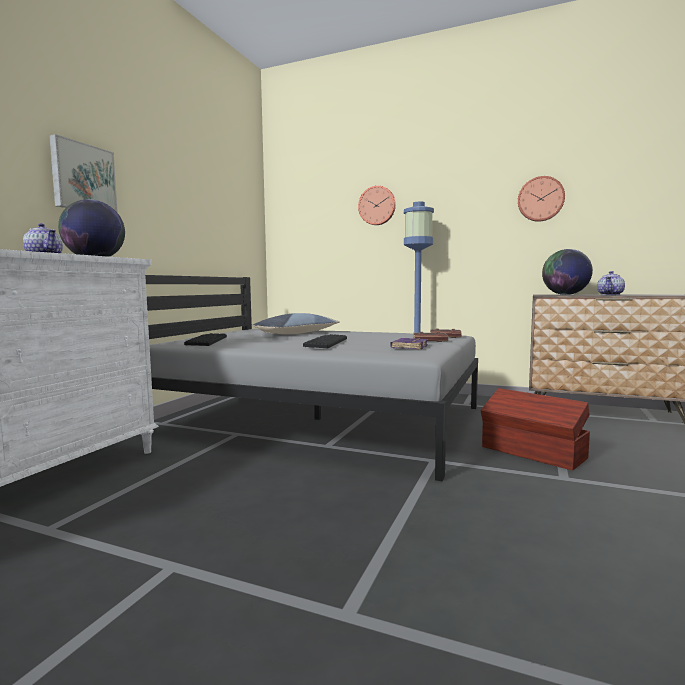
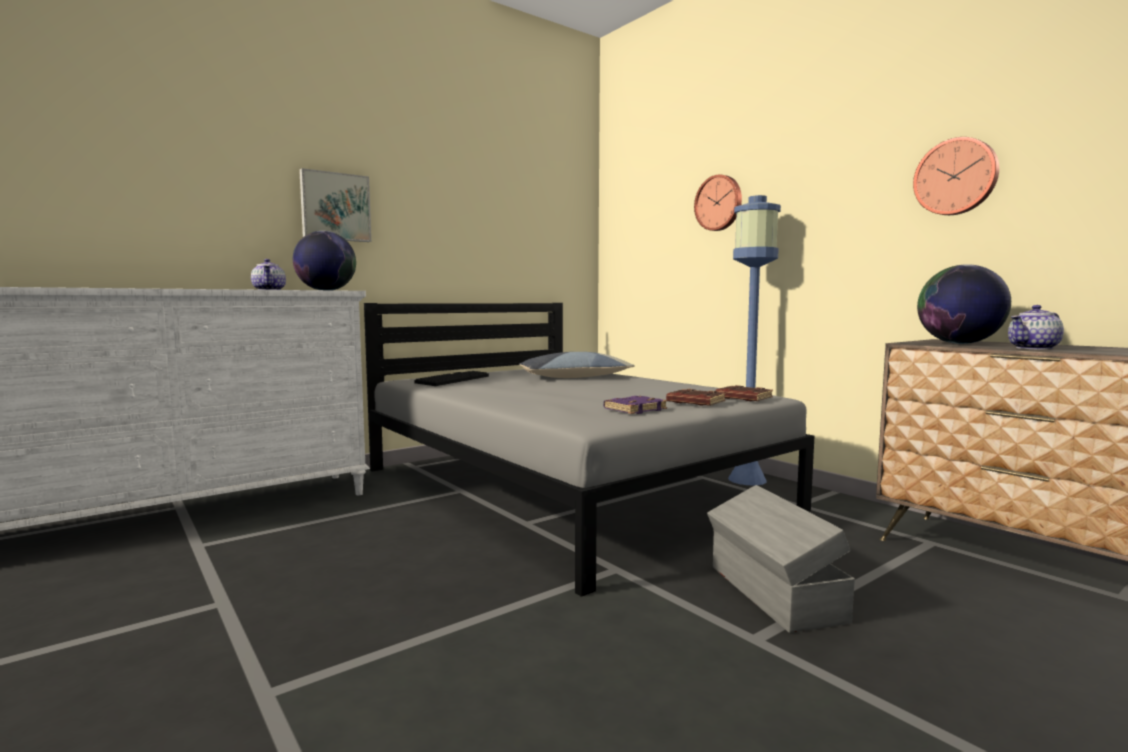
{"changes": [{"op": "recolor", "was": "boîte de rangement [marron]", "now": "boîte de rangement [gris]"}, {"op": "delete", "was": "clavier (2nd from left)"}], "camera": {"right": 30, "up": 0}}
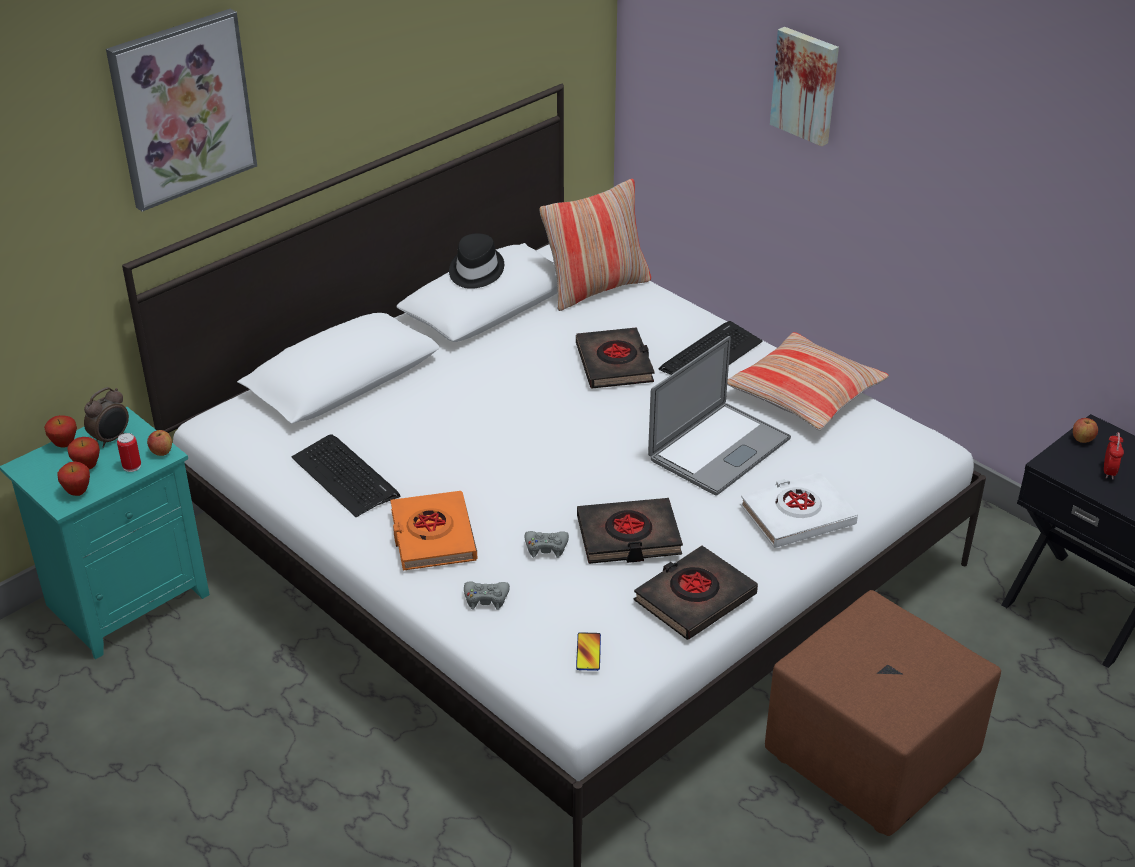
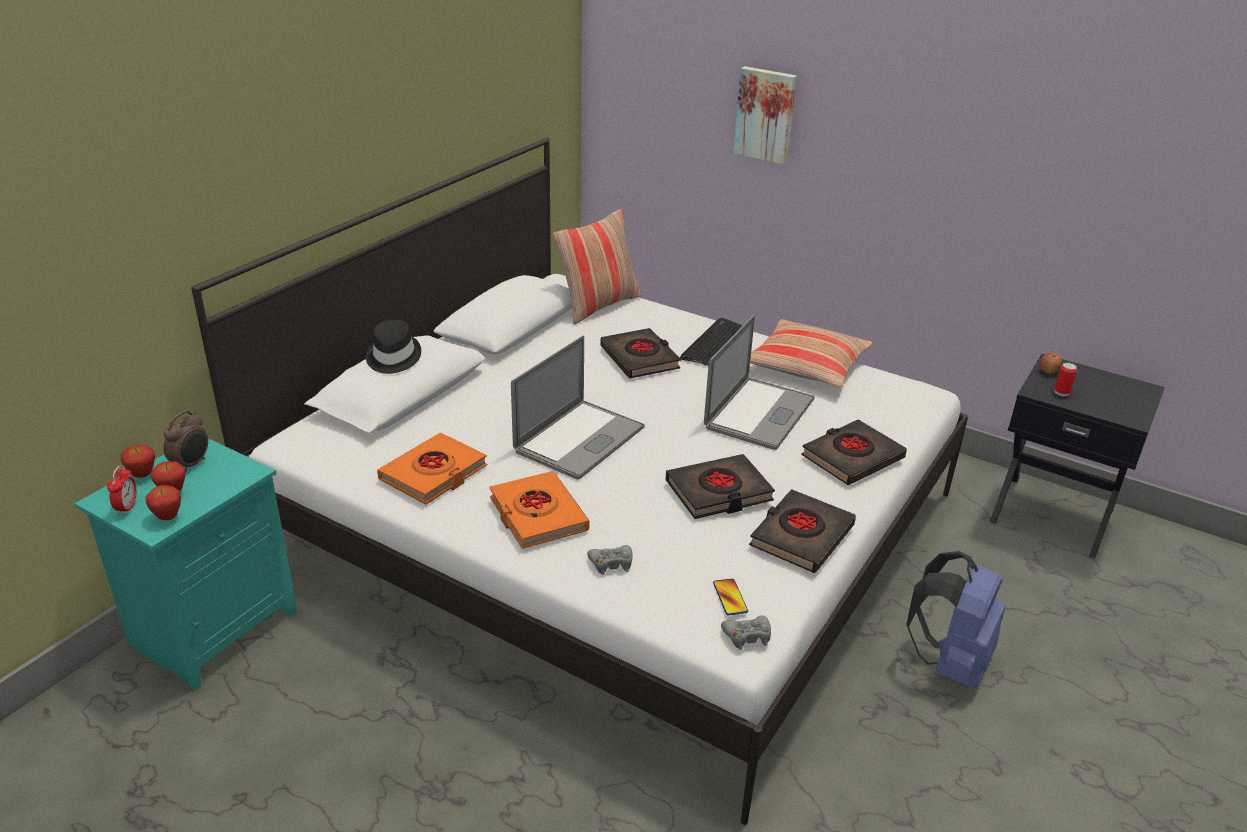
{"changes": [{"op": "move", "was": "réveil (2nd from left in the first image)", "now": "réveil (1st from left)"}, {"op": "move", "was": "chapeau [noir]"}, {"op": "replace", "was": "clavier (1st from left)", "now": "livre [orange] (1st from left)"}, {"op": "insert", "now": "ordinateur portable (1st from left)"}, {"op": "move", "was": "manette [gris] (2nd from left)"}, {"op": "recolor", "was": "livre [blanc]", "now": "livre [noir] (4th from left)"}, {"op": "replace", "was": "pouf [marron]", "now": "sac à dos [bleu]"}, {"op": "move", "was": "boîte métallique"}, {"op": "delete", "was": "tableau (1st from left)"}, {"op": "delete", "was": "pomme (4th from left)"}], "camera": {"right": -15, "up": -5}}
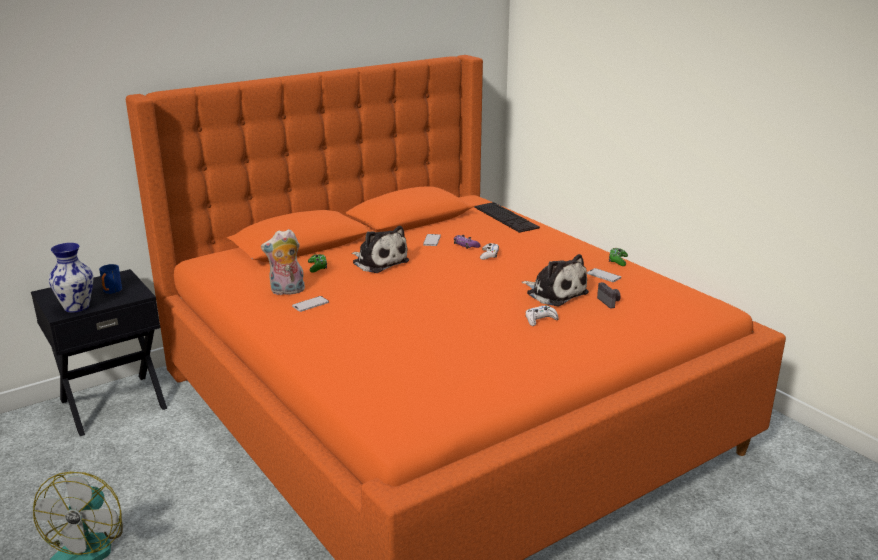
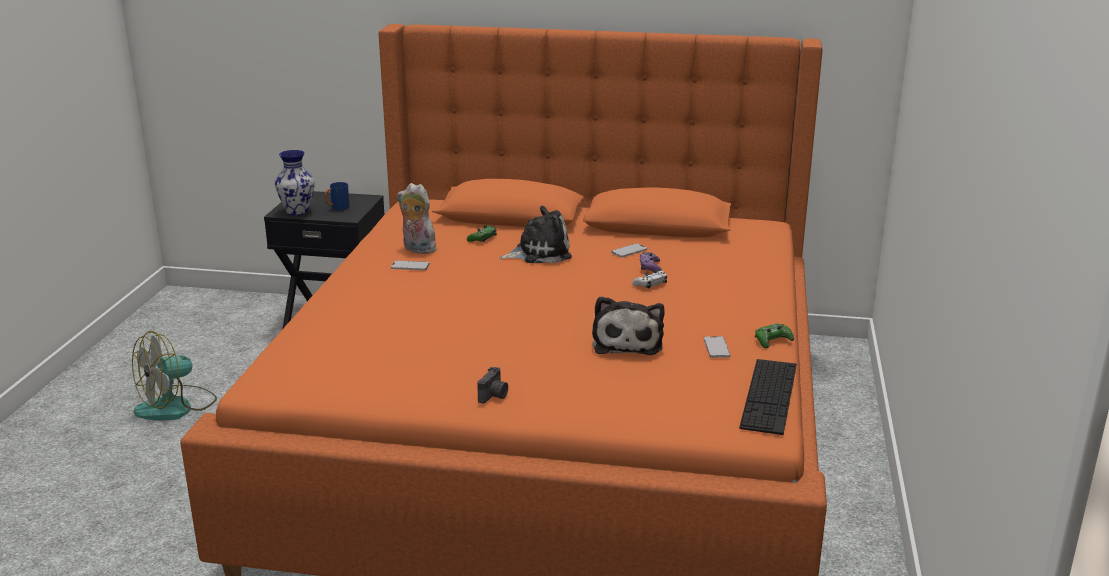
{"changes": [{"op": "move", "was": "appareil photo"}, {"op": "rotate", "was": "peluche (2nd from left)", "clockwise": -105}, {"op": "move", "was": "clavier"}, {"op": "delete", "was": "manette [blanc] (2nd from left)"}], "camera": {"right": 45, "up": 0}}
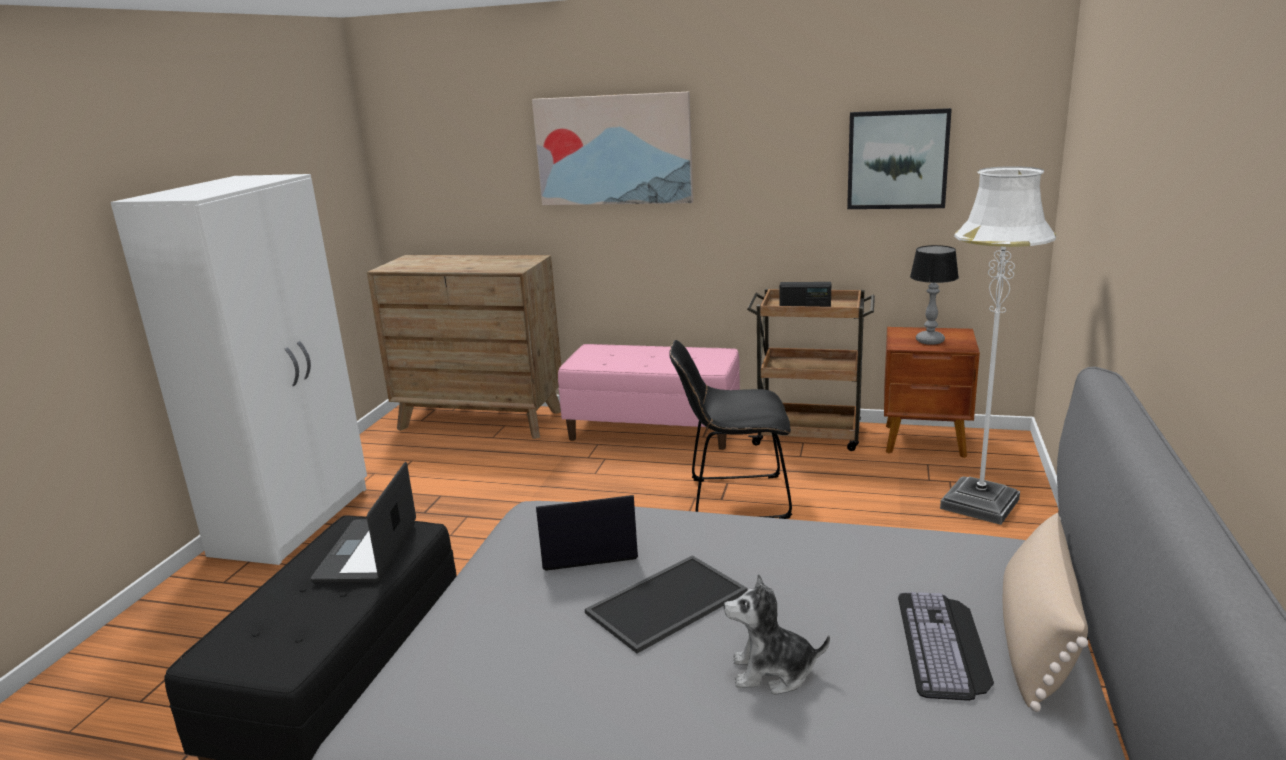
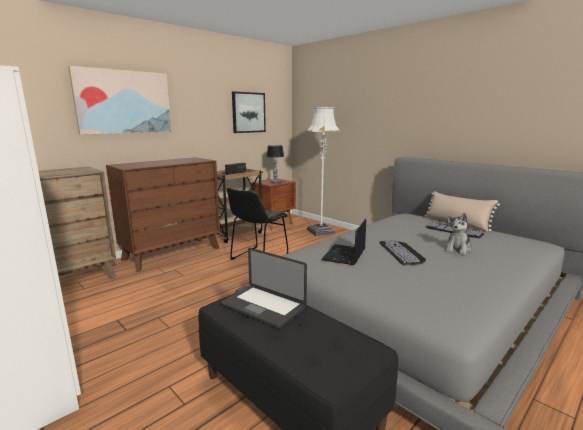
{"changes": [{"op": "replace", "was": "banc [rose]", "now": "commode [marron] (2nd from left)"}, {"op": "replace", "was": "plateau", "now": "clavier (1st from left)"}], "camera": {"right": -60, "up": -5}}
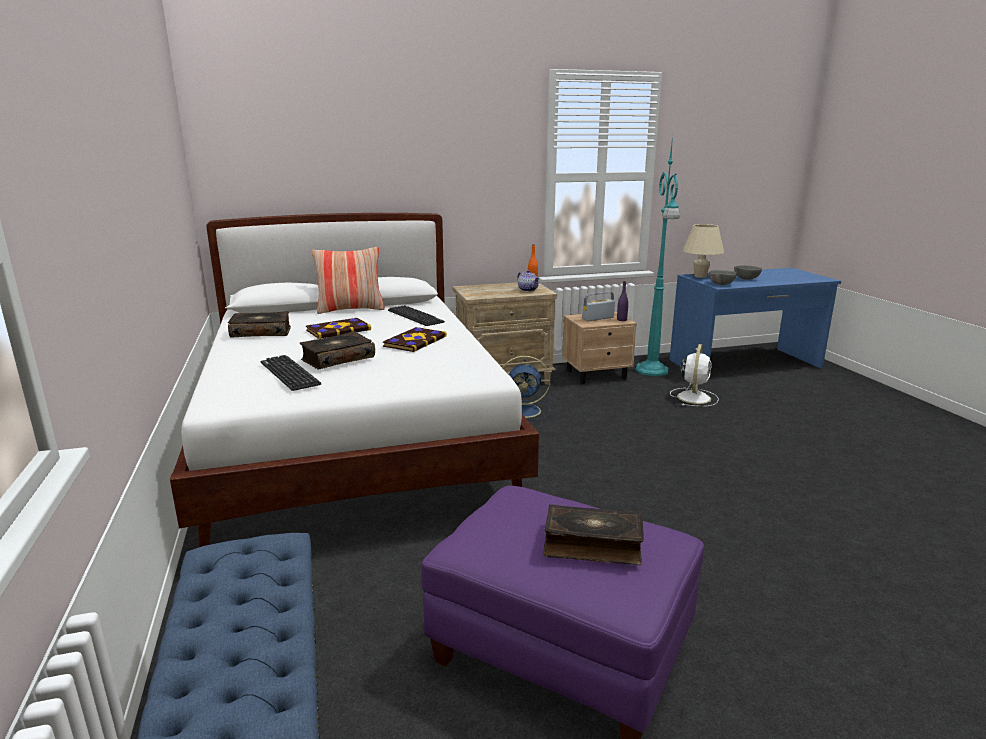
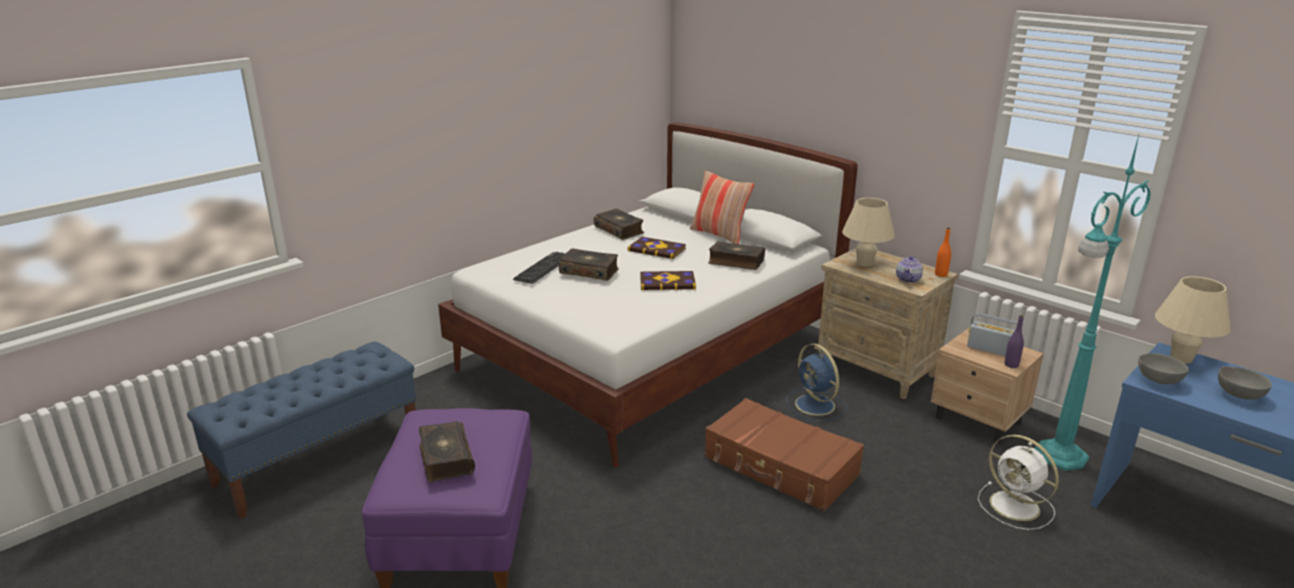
{"changes": [{"op": "insert", "now": "valise [marron]"}, {"op": "replace", "was": "clavier (2nd from left)", "now": "livre (6th from left)"}, {"op": "insert", "now": "lampe de table [beige] (1st from left)"}, {"op": "rotate", "was": "ventilateur [blanc]", "clockwise": 60}], "camera": {"right": 60, "up": 5}}
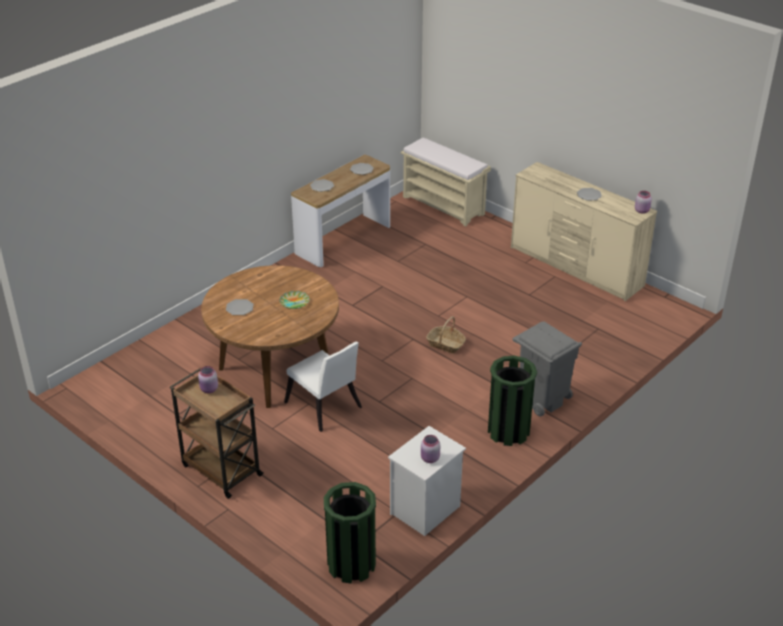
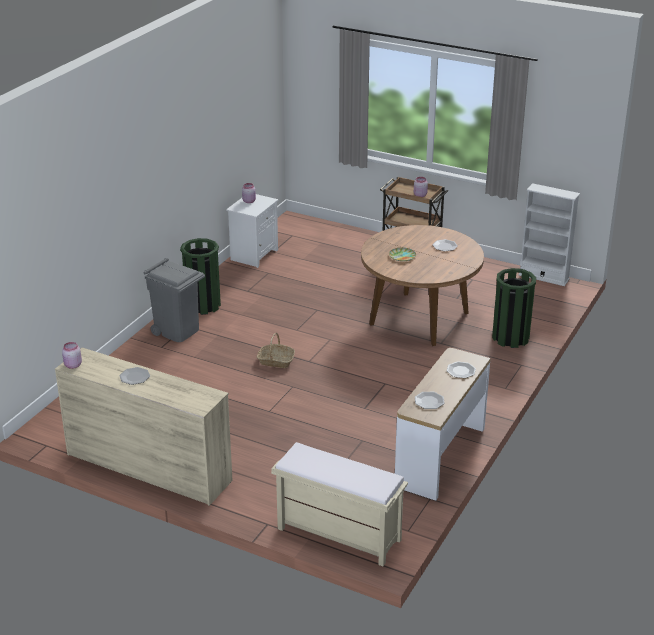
{"changes": [{"op": "move", "was": "poubelle [vert] (1st from left in the first image)", "now": "poubelle [vert] (2nd from left)"}, {"op": "insert", "now": "bibliothèque [blanc]"}, {"op": "delete", "was": "chaise [blanc]"}], "camera": {"right": 165, "up": -5}}
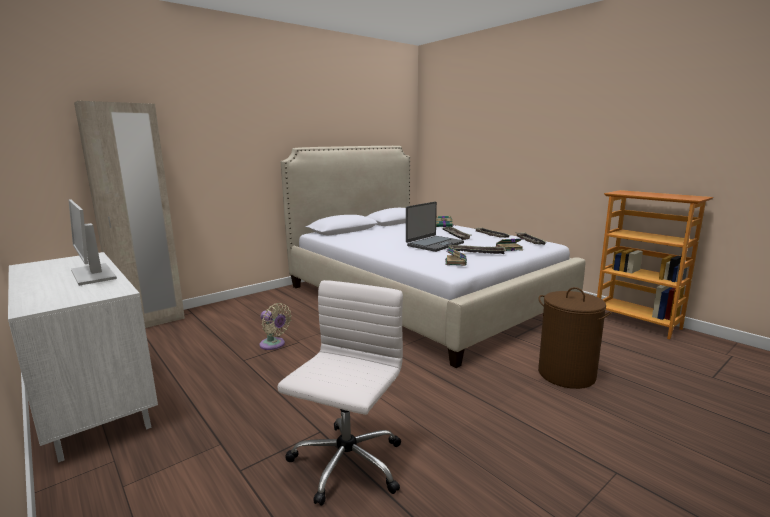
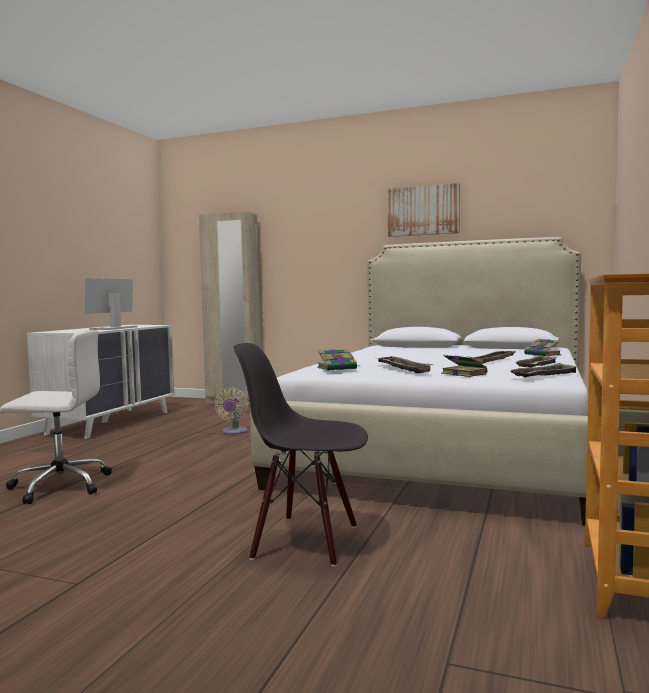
{"changes": [{"op": "replace", "was": "panier à linge [marron]", "now": "chaise [noir]"}, {"op": "insert", "now": "tableau"}, {"op": "delete", "was": "ordinateur portable"}], "camera": {"right": 60, "up": -10}}
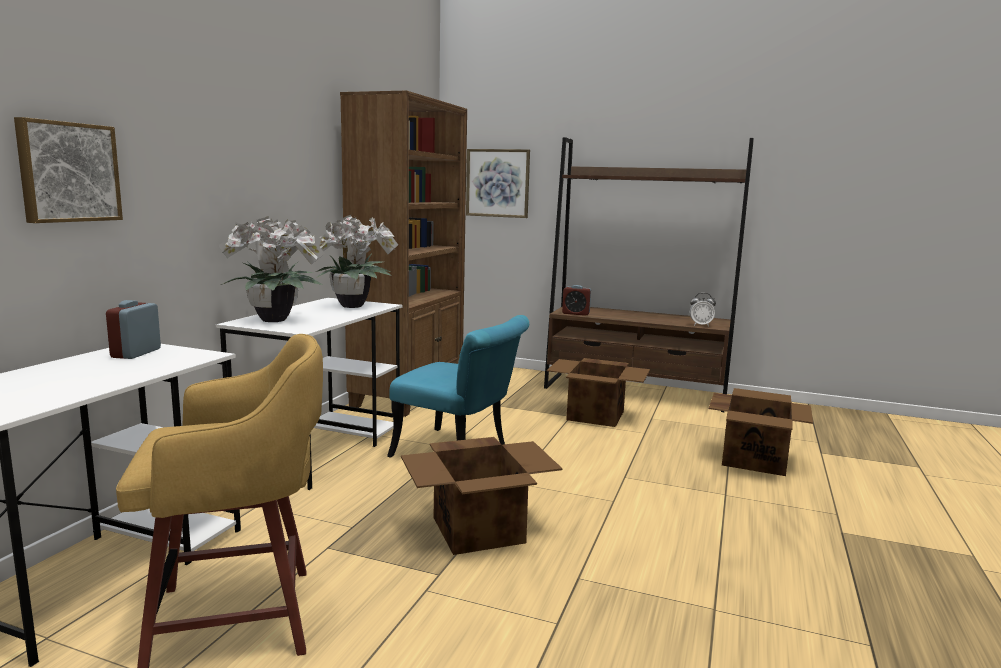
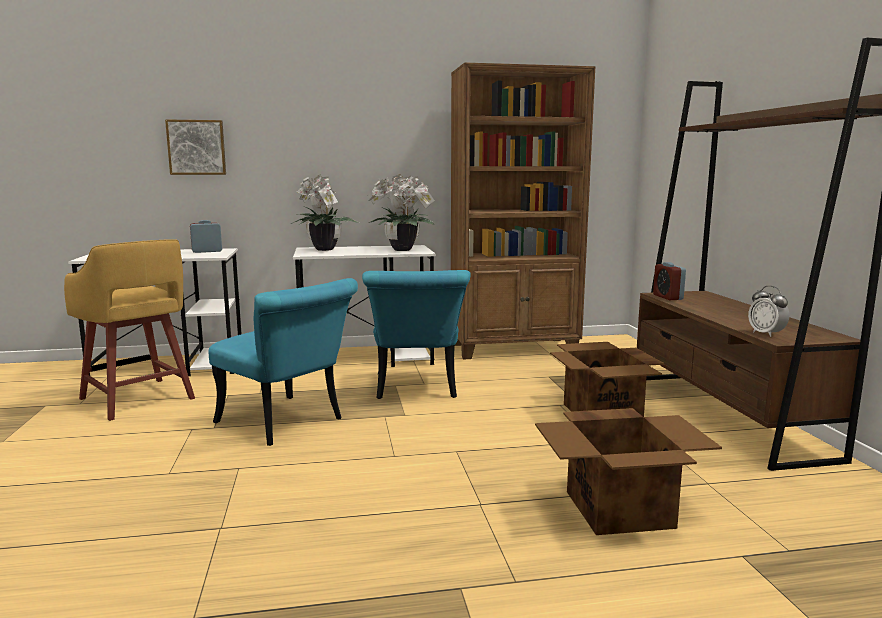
{"changes": [{"op": "replace", "was": "carton (1st from left)", "now": "chaise [turquoise] (1st from left)"}, {"op": "delete", "was": "tableau (2nd from left)"}], "camera": {"right": 60, "up": 0}}
